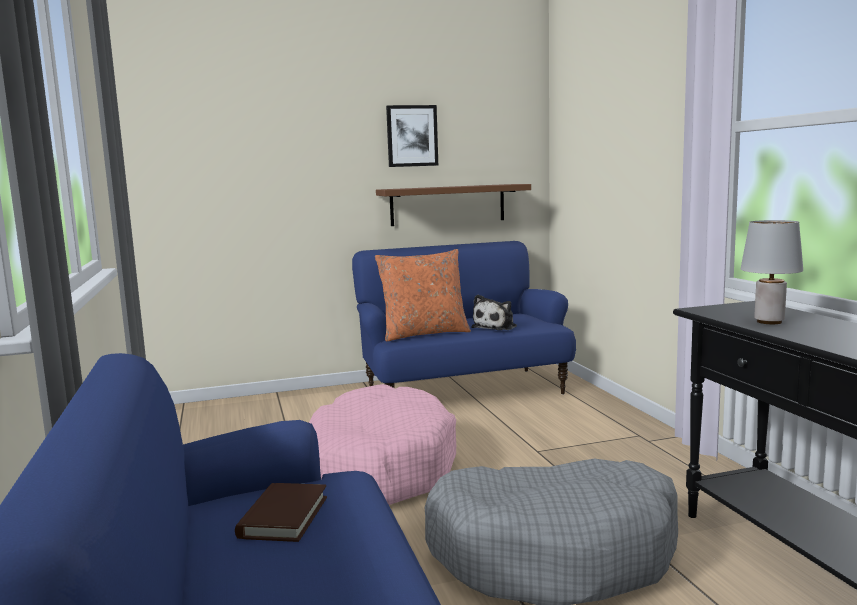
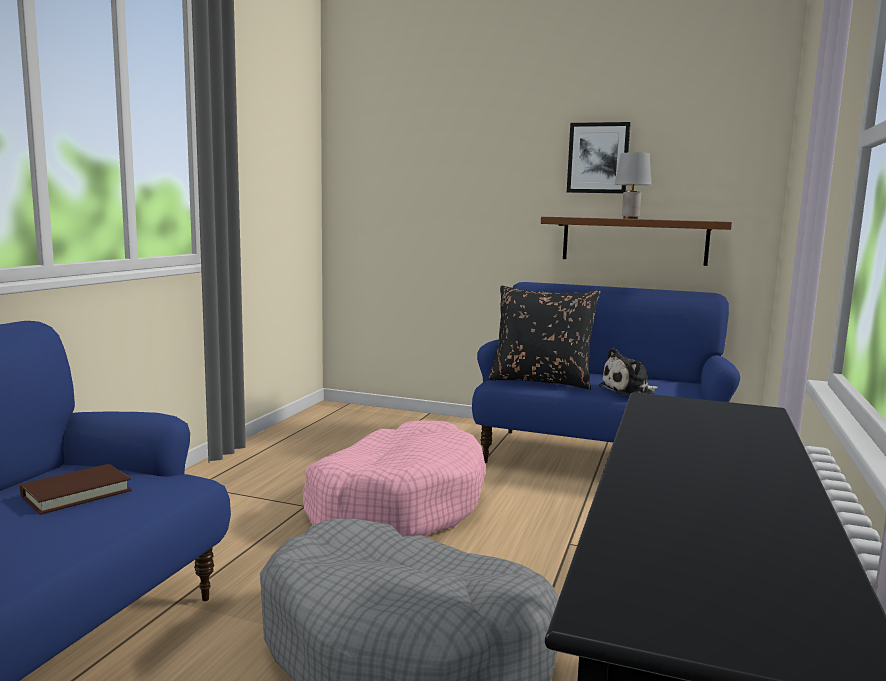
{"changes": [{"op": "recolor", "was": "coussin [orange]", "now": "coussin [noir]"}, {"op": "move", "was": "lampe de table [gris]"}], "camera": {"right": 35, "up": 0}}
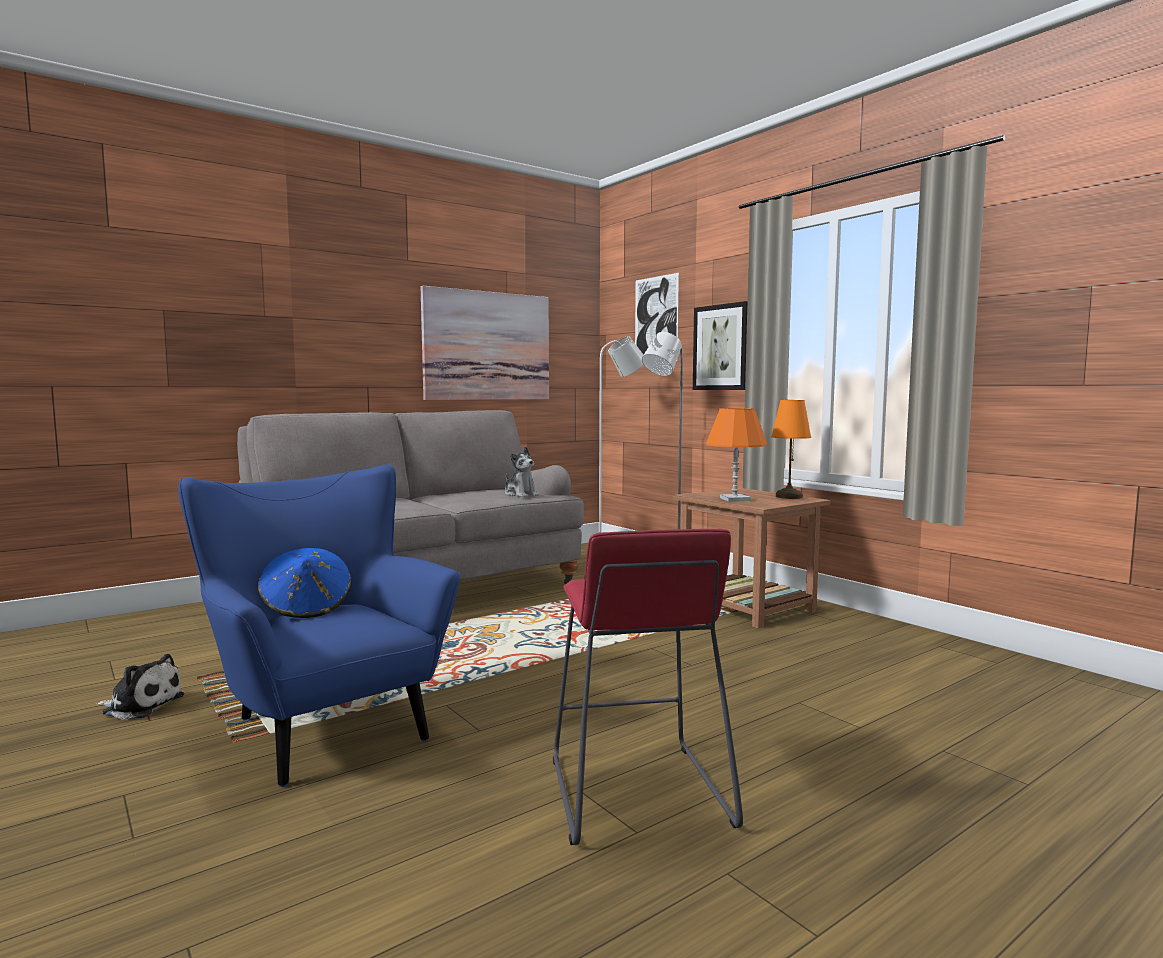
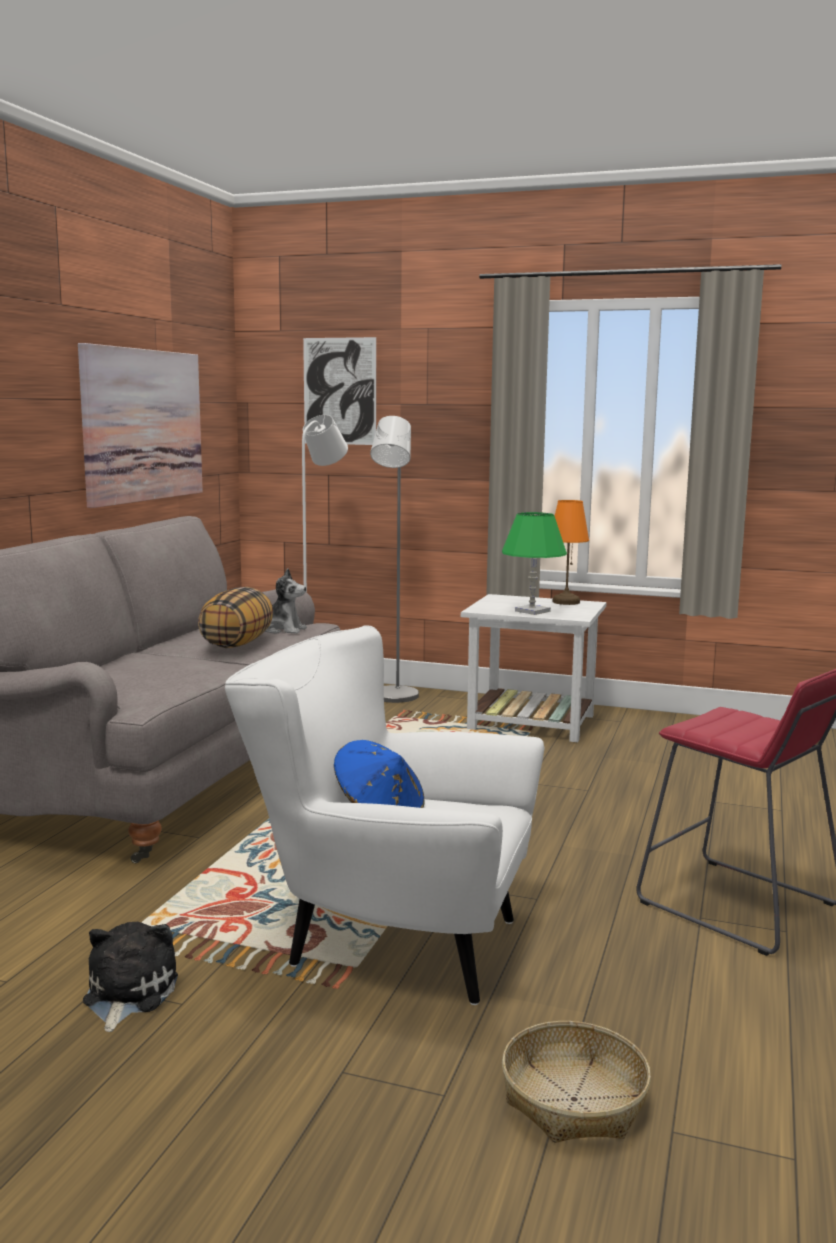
{"changes": [{"op": "rotate", "was": "peluche (1st from left)", "clockwise": -60}, {"op": "insert", "now": "coussin"}, {"op": "recolor", "was": "fauteuil [bleu]", "now": "fauteuil [blanc]"}, {"op": "recolor", "was": "table d'appoint [marron]", "now": "table d'appoint [blanc]"}, {"op": "recolor", "was": "lampe de table [orange] (1st from left)", "now": "lampe de table [vert]"}, {"op": "insert", "now": "panier"}, {"op": "delete", "was": "tableau (3rd from left)"}], "camera": {"right": -35, "up": 5}}
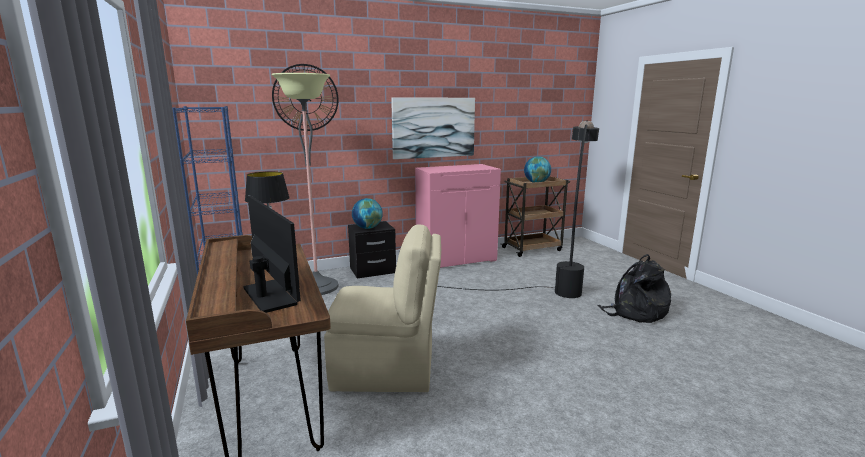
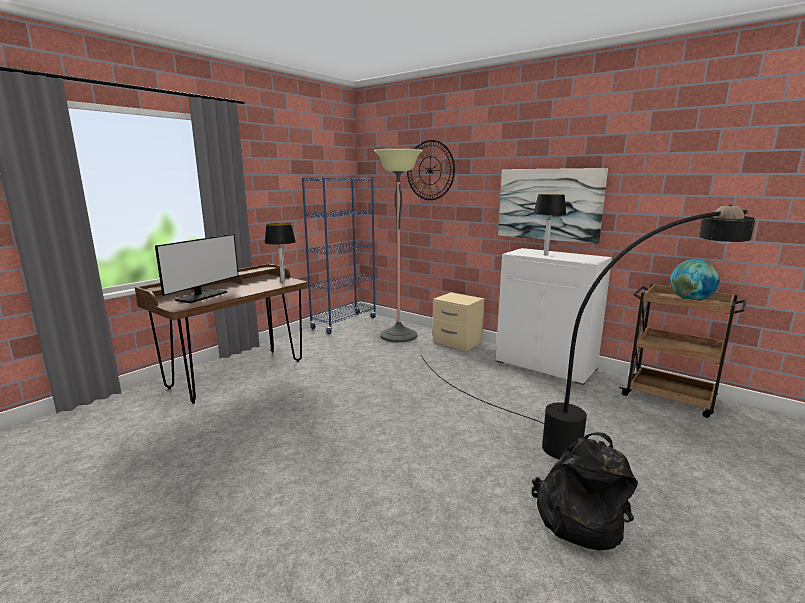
{"changes": [{"op": "recolor", "was": "table de chevet [noir]", "now": "table de chevet [beige]"}, {"op": "recolor", "was": "meuble de rangement [rose]", "now": "meuble de rangement [blanc]"}, {"op": "insert", "now": "lampe de table (2nd from left)"}, {"op": "delete", "was": "chaise [beige]"}, {"op": "delete", "was": "globe (1st from left)"}], "camera": {"right": 60, "up": 0}}
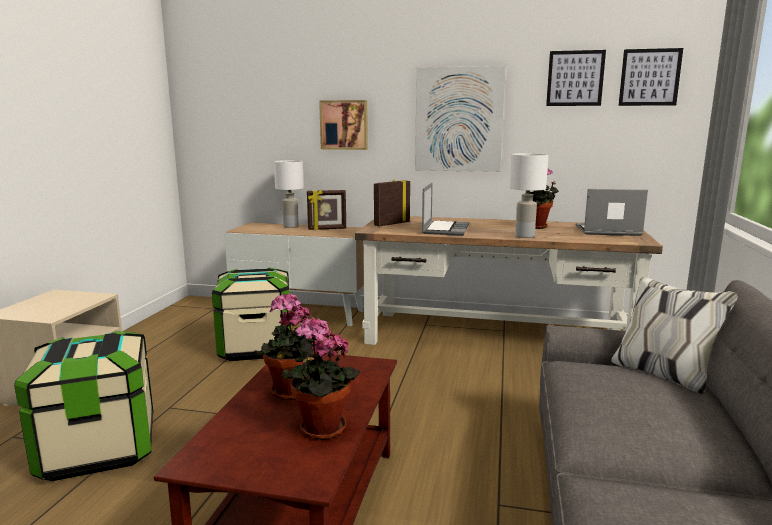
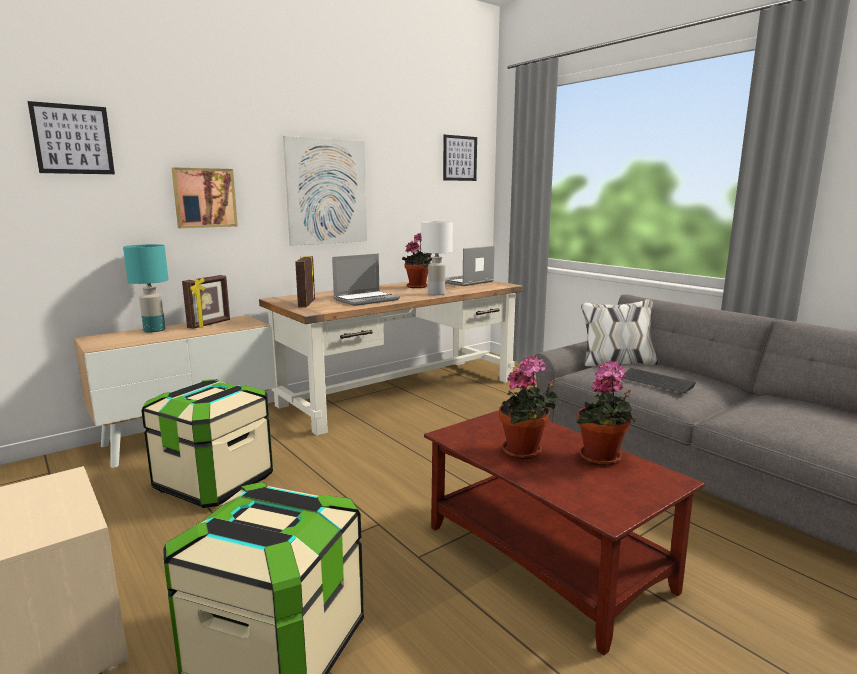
{"changes": [{"op": "move", "was": "tableau (3rd from left in the first image)", "now": "tableau (1st from left)"}, {"op": "recolor", "was": "lampe de table [blanc] (1st from left)", "now": "lampe de table [turquoise]"}, {"op": "rotate", "was": "ordinateur portable (1st from left)", "clockwise": 90}, {"op": "insert", "now": "clavier"}], "camera": {"right": -50, "up": 0}}
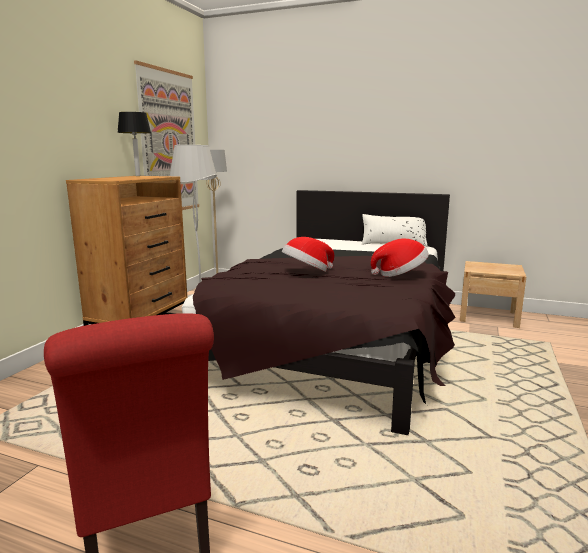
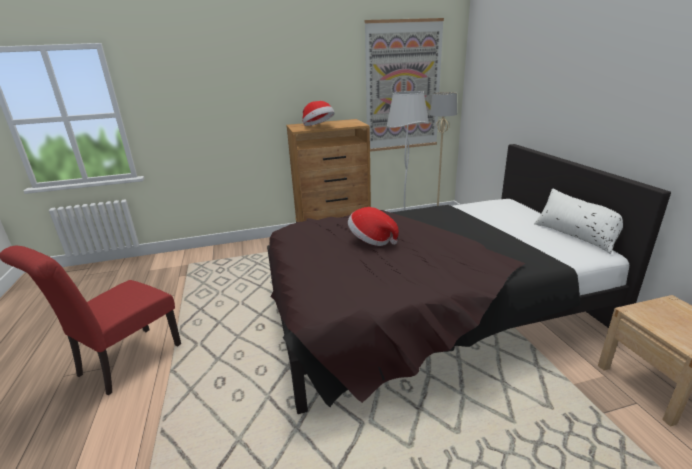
{"changes": [{"op": "move", "was": "chapeau (2nd from left in the first image)", "now": "chapeau (1st from left)"}, {"op": "delete", "was": "lampe de table"}], "camera": {"right": 55, "up": 10}}
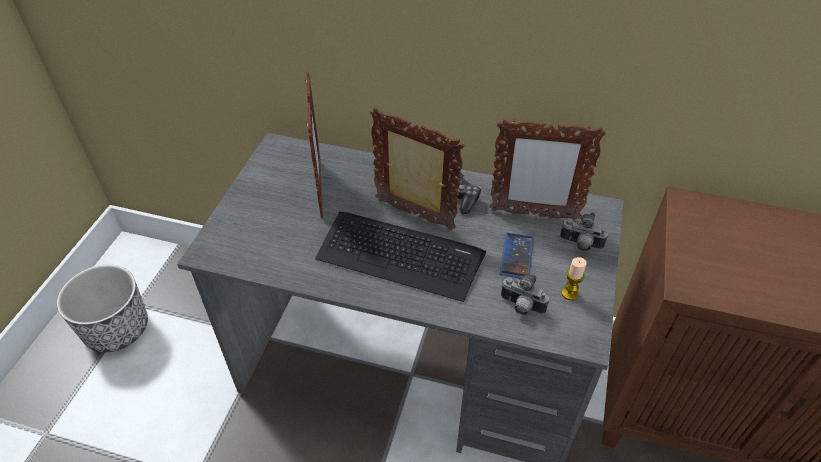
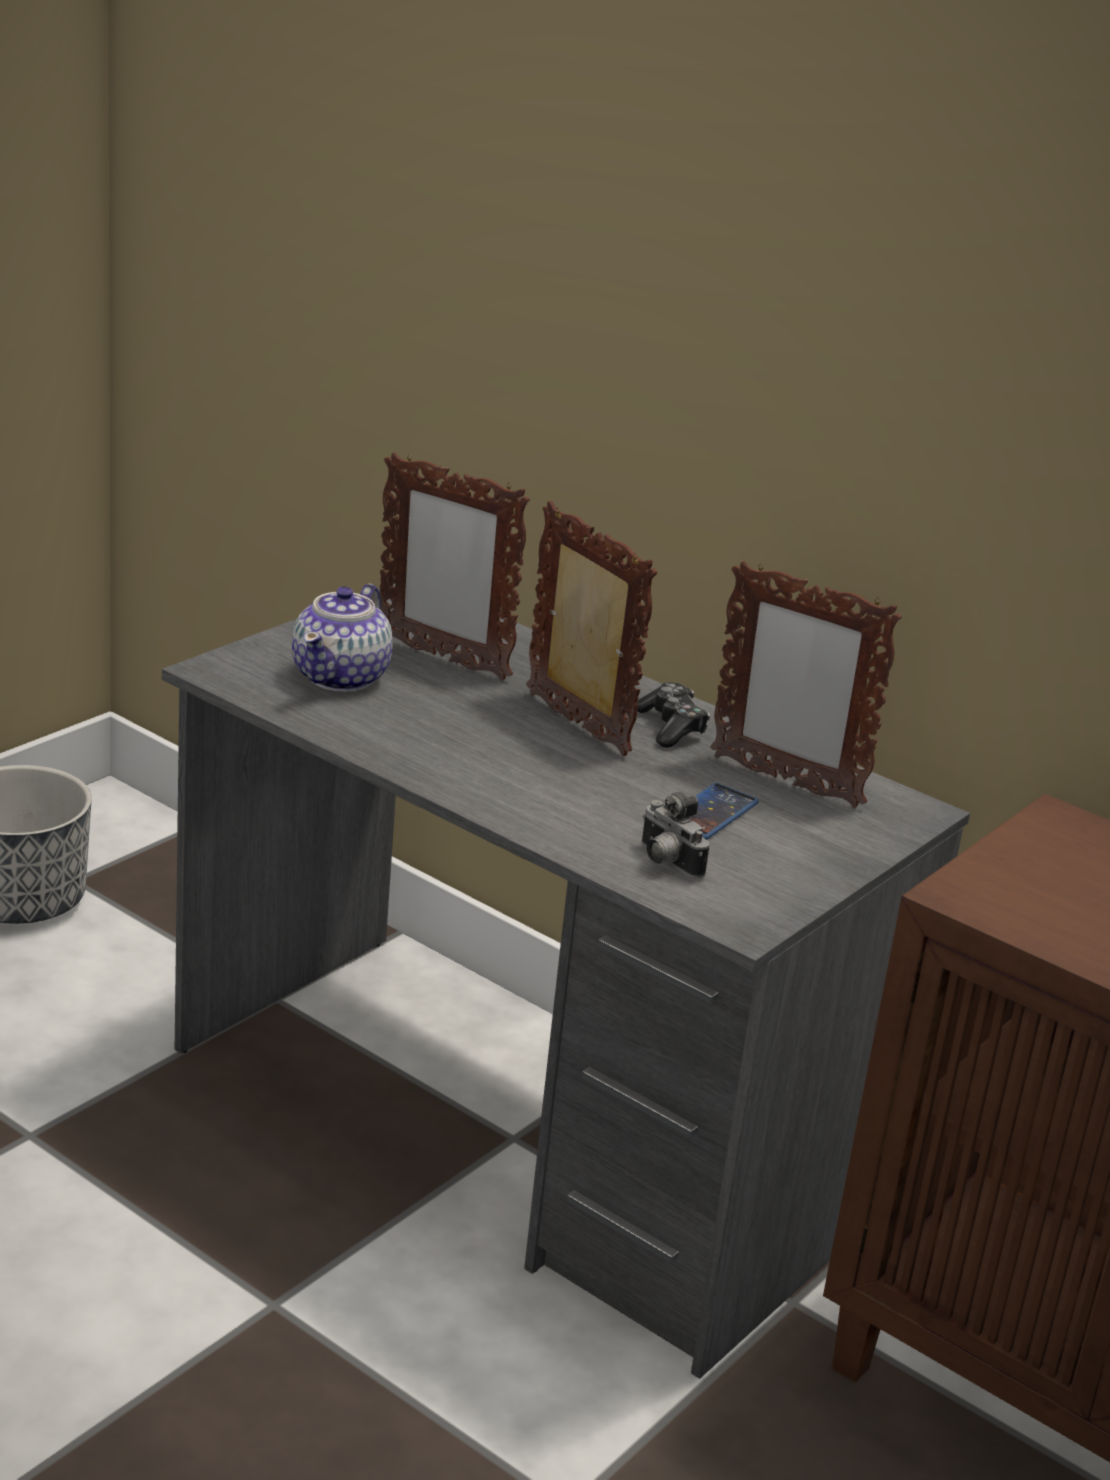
{"changes": [{"op": "insert", "now": "théière"}, {"op": "rotate", "was": "cadre photo (1st from left)", "clockwise": 105}, {"op": "delete", "was": "clavier"}, {"op": "delete", "was": "appareil photo (2nd from left)"}, {"op": "delete", "was": "bougie"}], "camera": {"right": 20, "up": -20}}
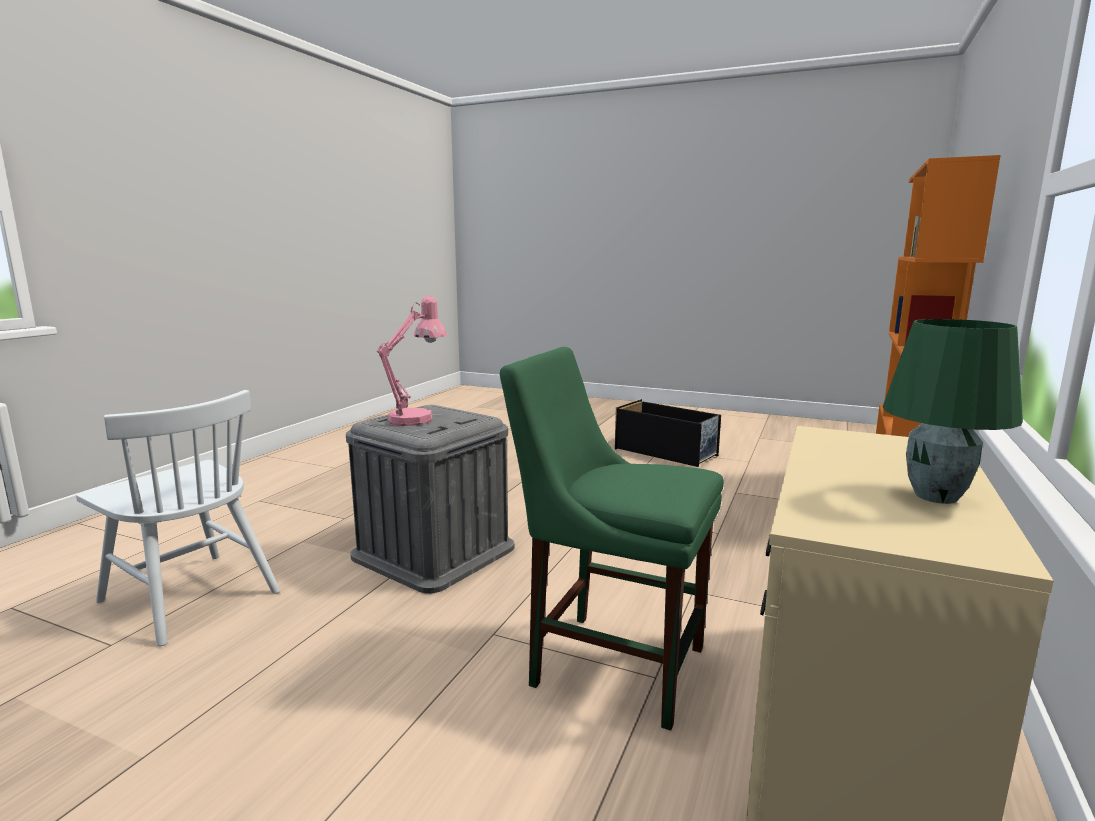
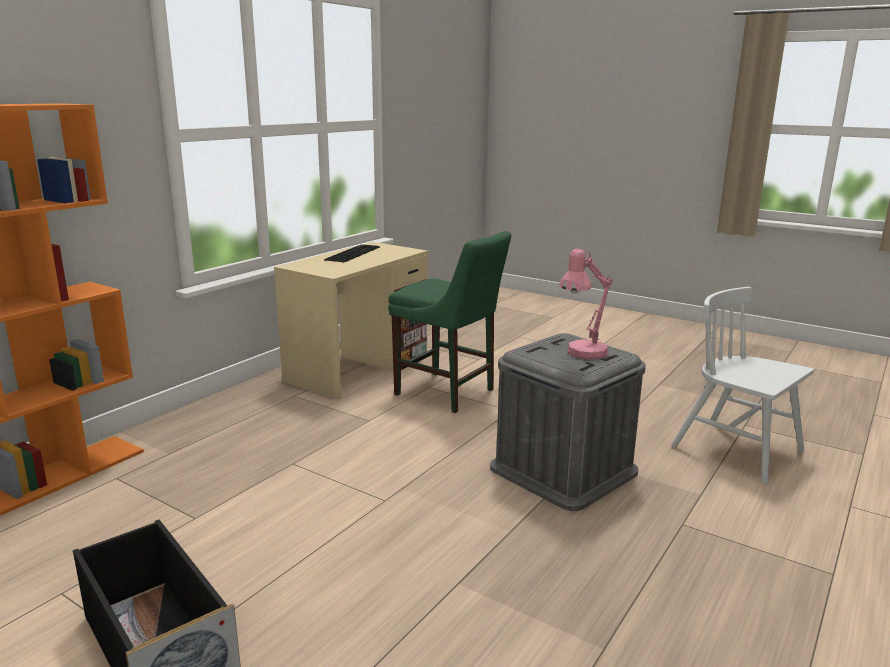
{"changes": [{"op": "replace", "was": "lampe de table [vert]", "now": "clavier"}], "camera": {"right": -170, "up": 5}}
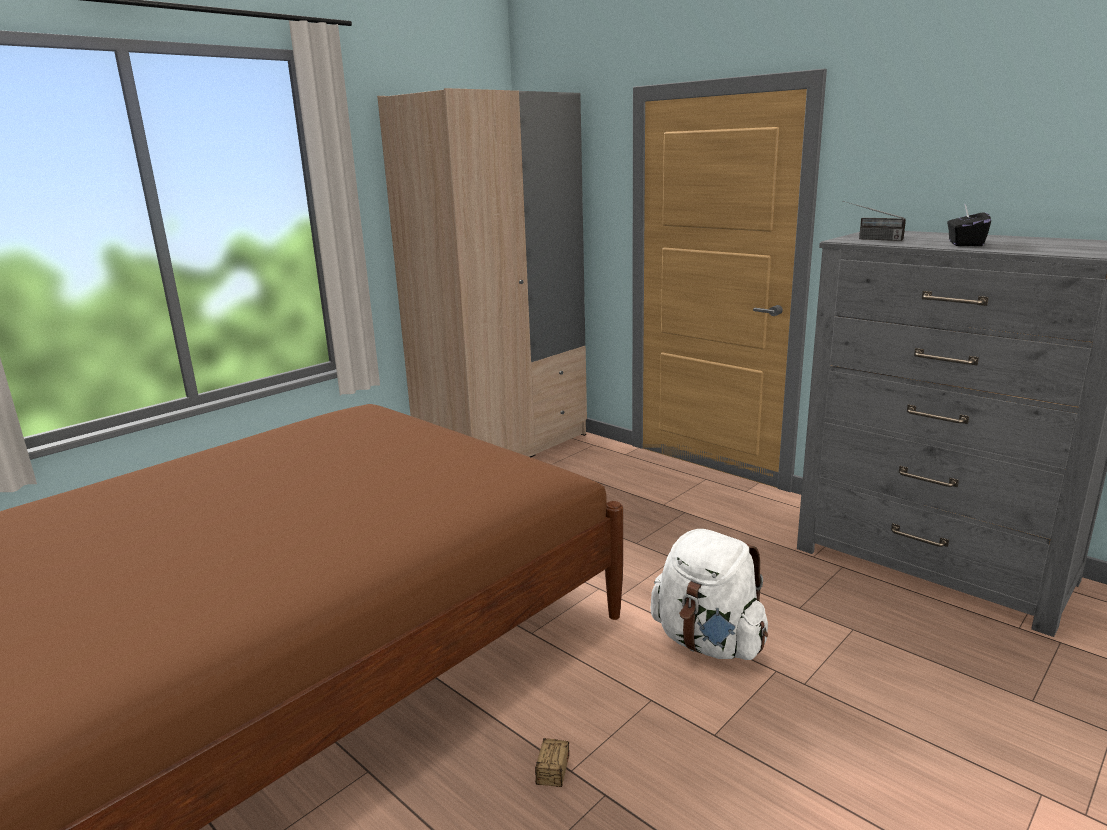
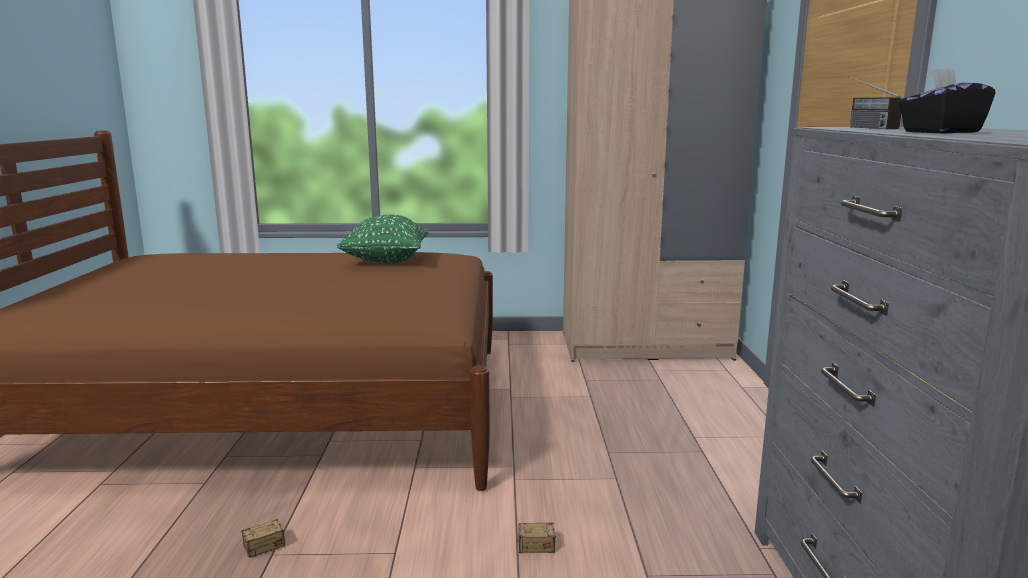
{"changes": [{"op": "insert", "now": "coussin [vert]"}, {"op": "replace", "was": "sac à dos [blanc]", "now": "boîte de rangement (2nd from left)"}], "camera": {"right": 45, "up": -5}}
